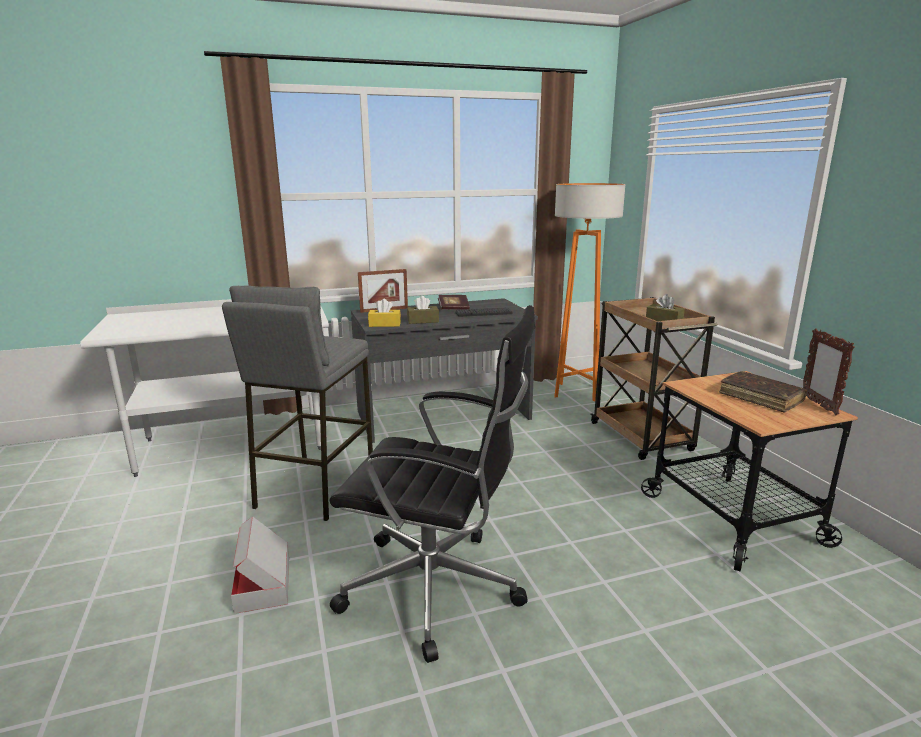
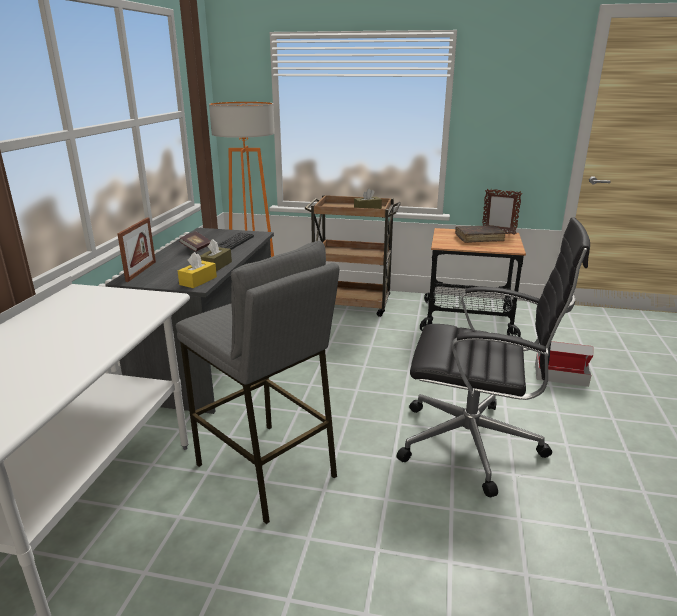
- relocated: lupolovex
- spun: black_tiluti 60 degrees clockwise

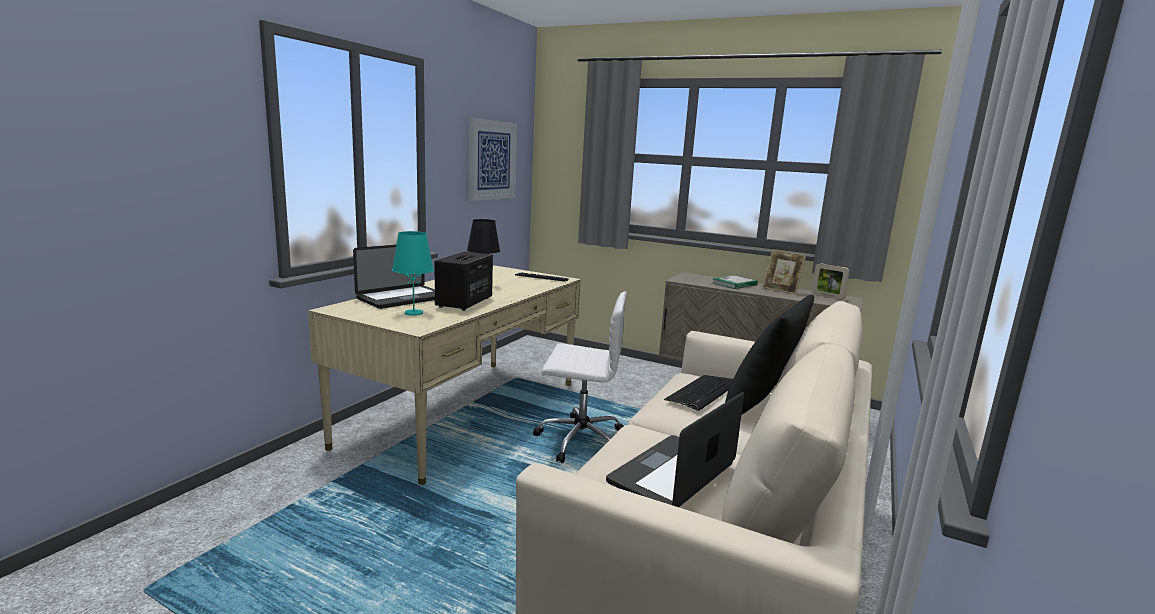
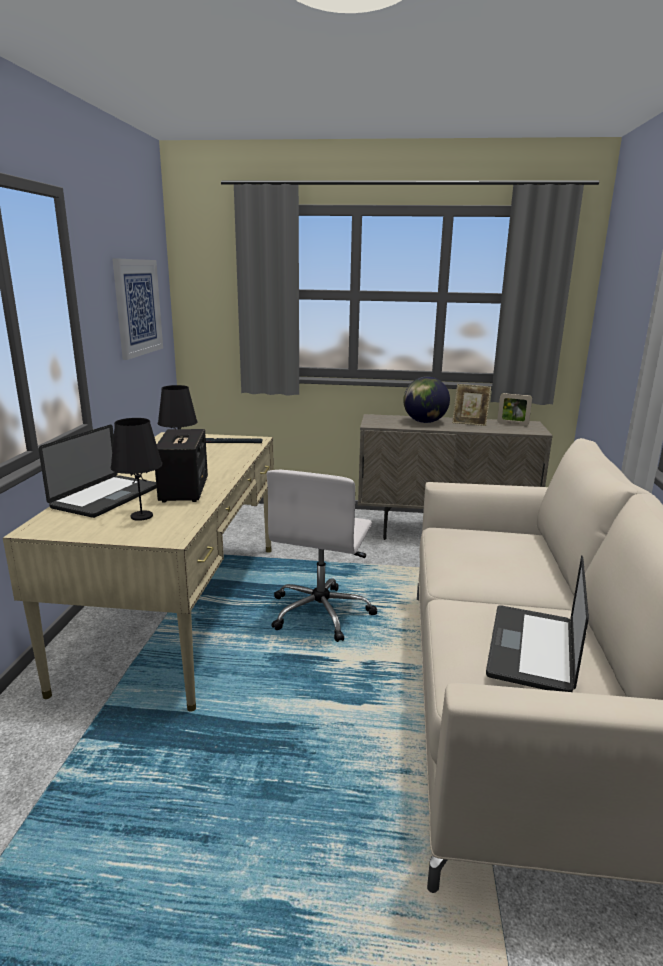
- colour: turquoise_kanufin to black_kanufin (no. 1 from left)
- spun: white_tiluti 120 degrees clockwise
- missing: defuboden (no. 2 from left)
- exchanged: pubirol to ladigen
- missing: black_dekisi

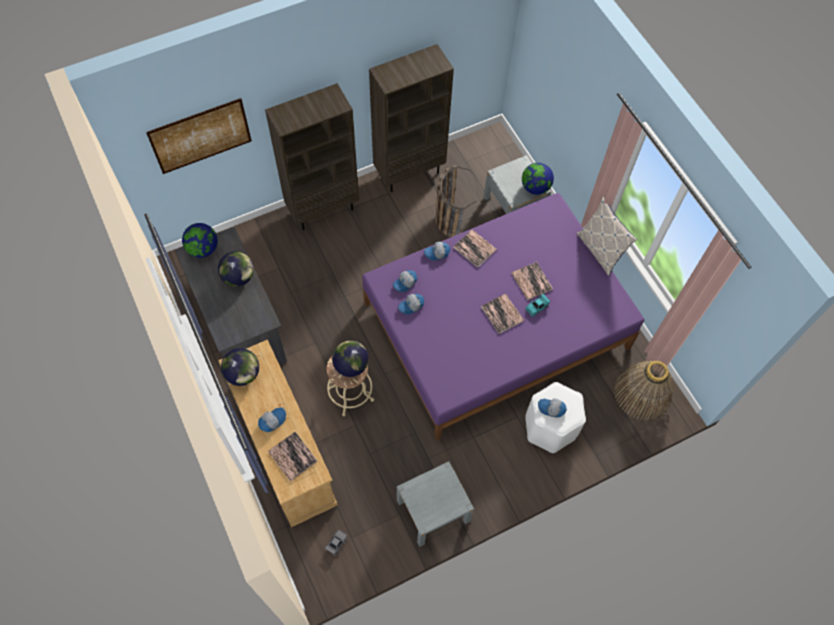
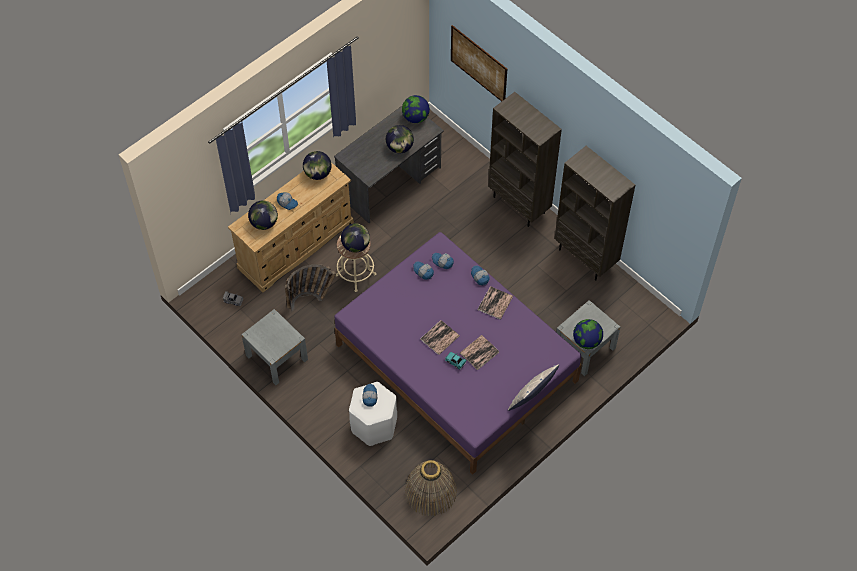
- exchanged: pubirol (no. 1 from left) to ladigen (no. 1 from left)
- relocated: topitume (no. 1 from left)

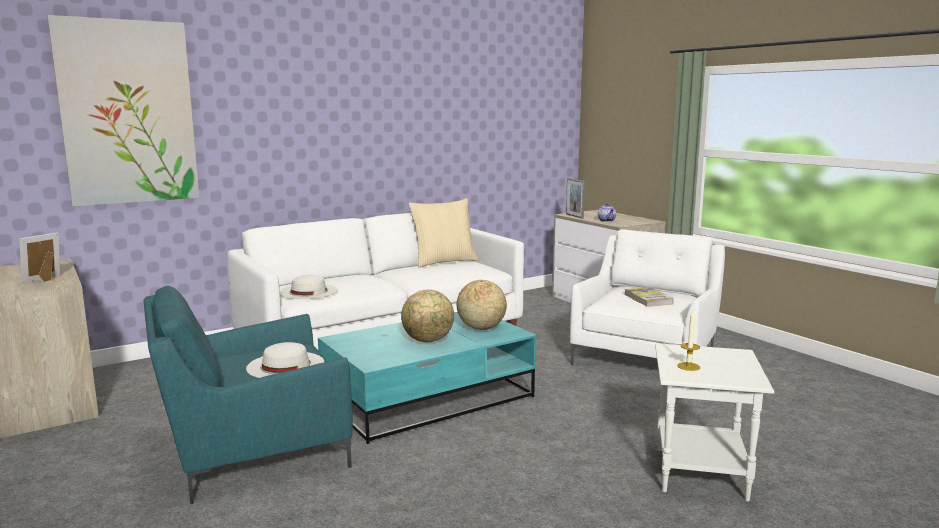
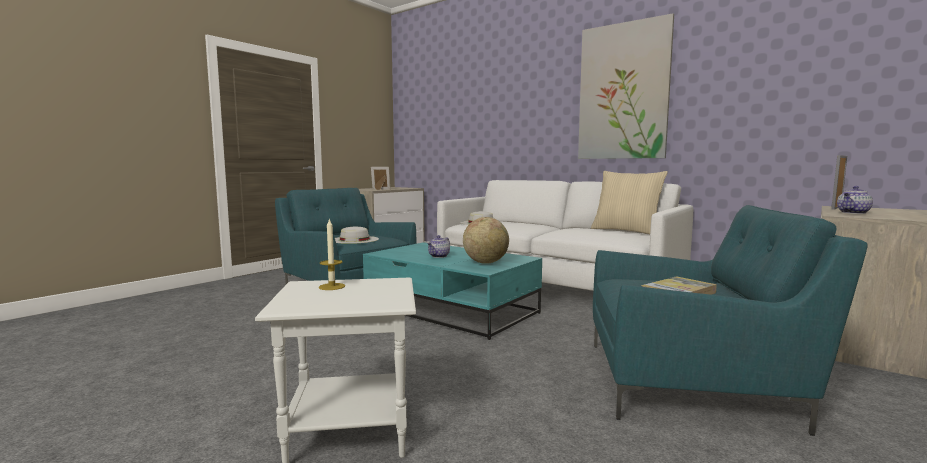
- relocated: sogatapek
- exchanged: ladigen (no. 1 from left) to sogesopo (no. 1 from left)
- colour: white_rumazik to turquoise_rumazik (no. 2 from left)

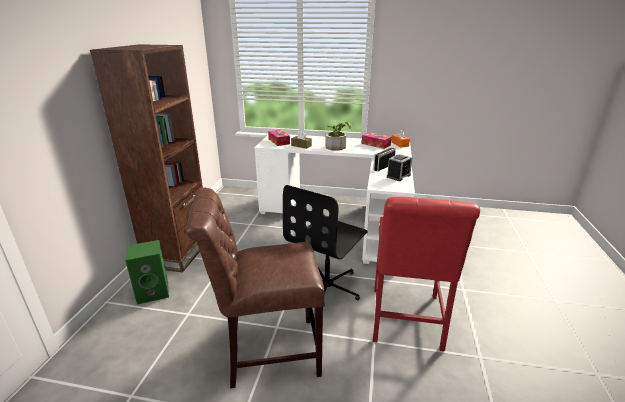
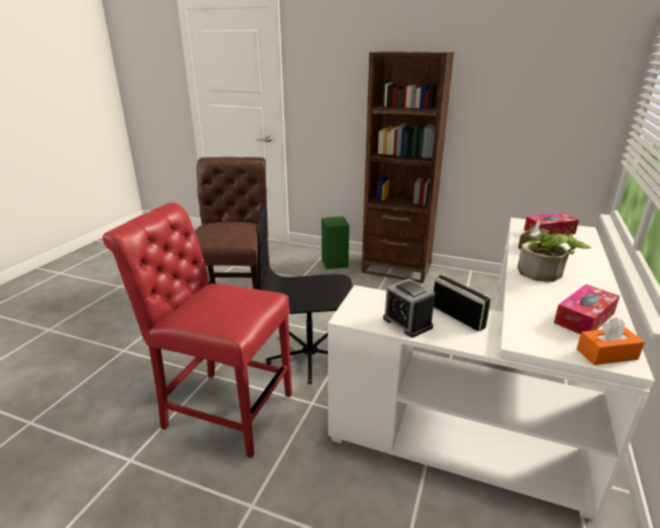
- spun: black_tiluti 45 degrees counterclockwise

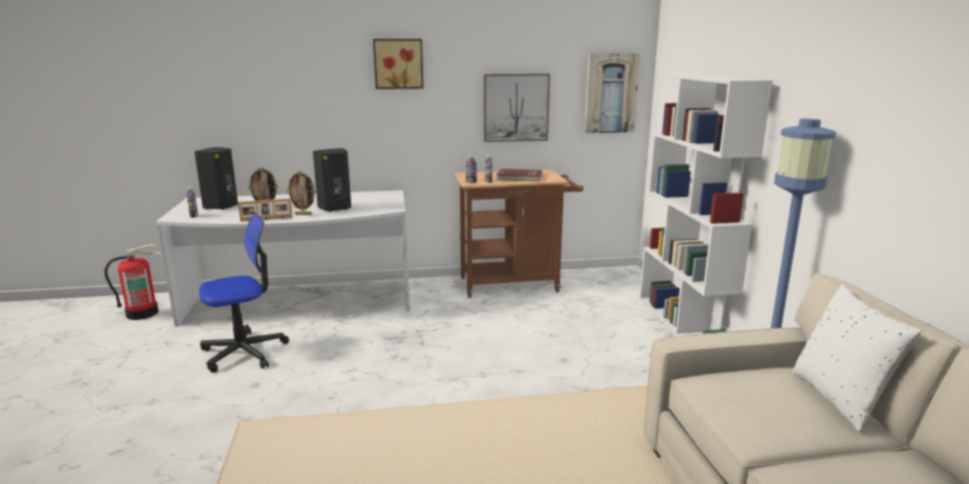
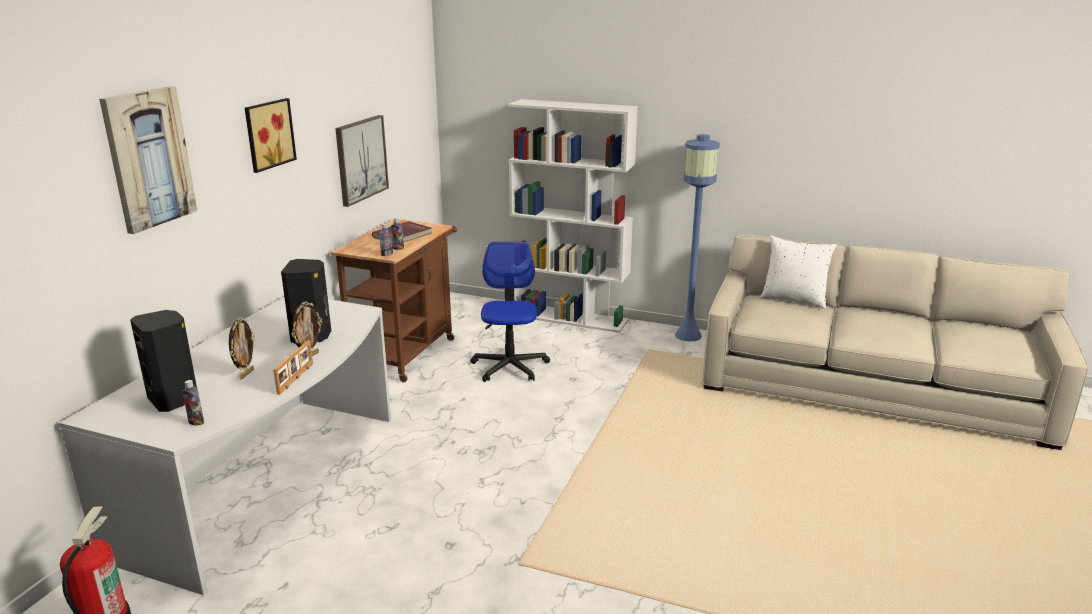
- relocated: tiluti
- relocated: sogatapek (no. 3 from left in the first image) to sogatapek (no. 1 from left)

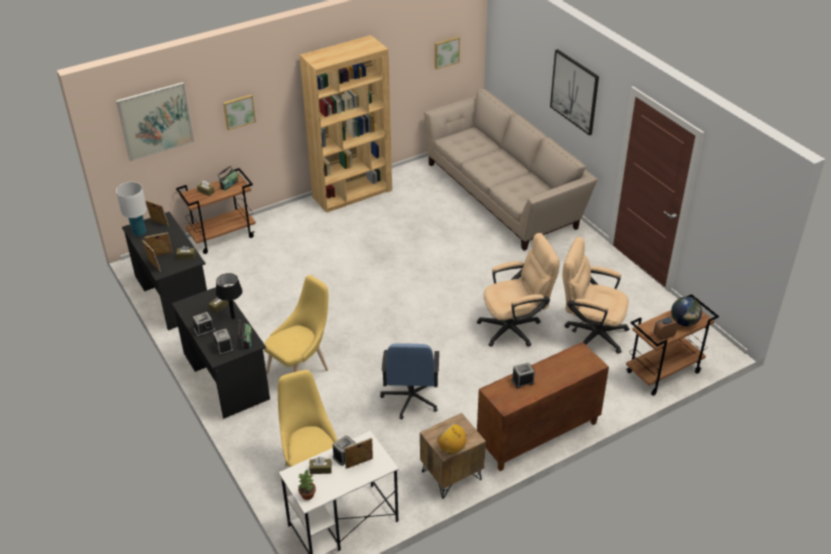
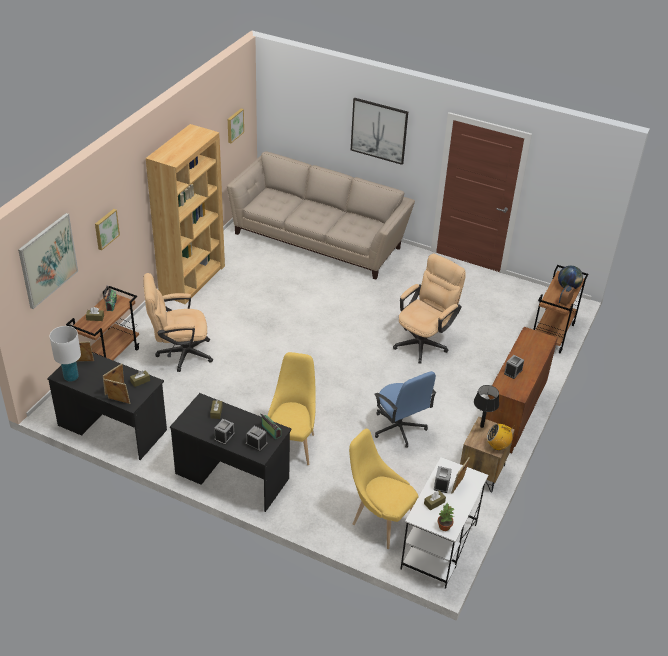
- relocated: black_kanufin
- relocated: beige_tiluti (no. 2 from left in the first image) to beige_tiluti (no. 1 from left)

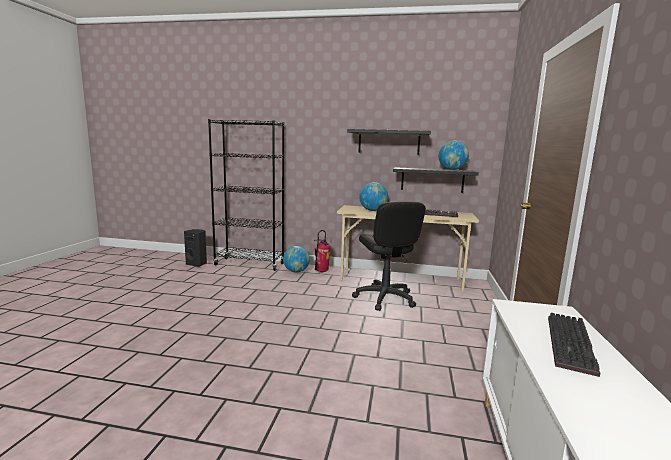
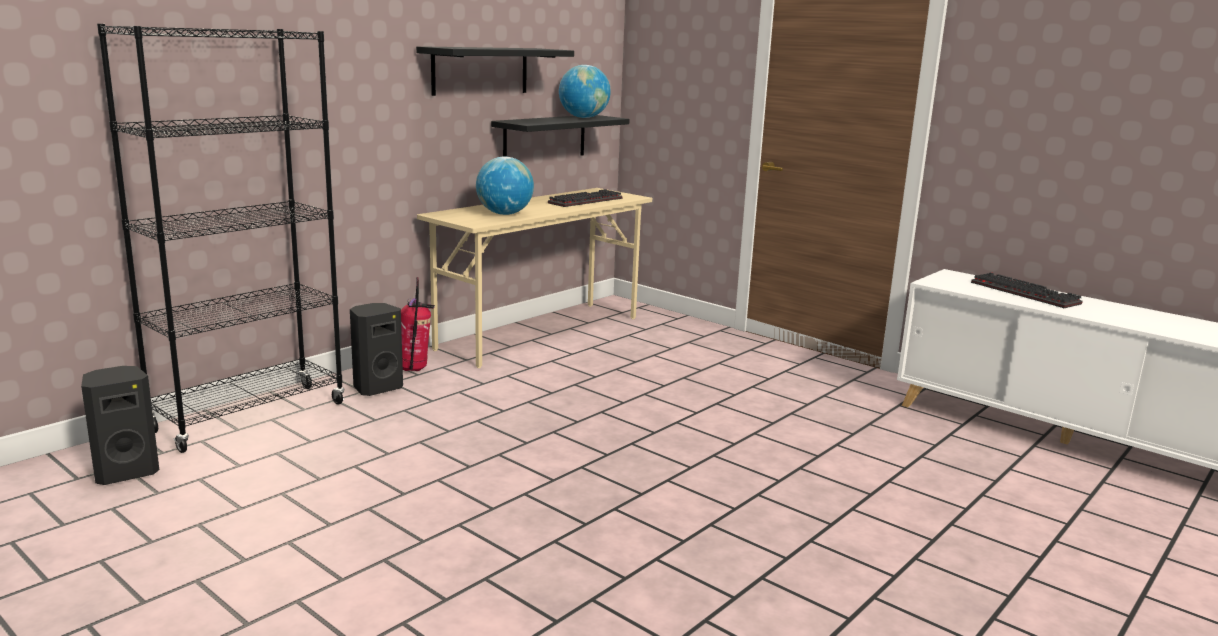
- exchanged: ladigen (no. 1 from left) to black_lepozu (no. 2 from left)
- missing: black_tiluti

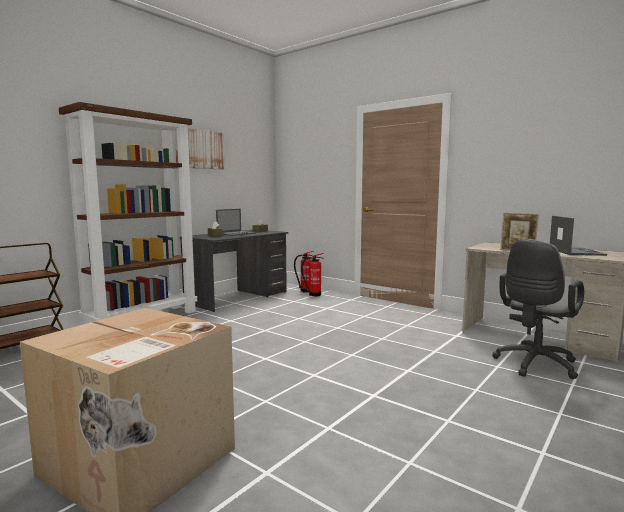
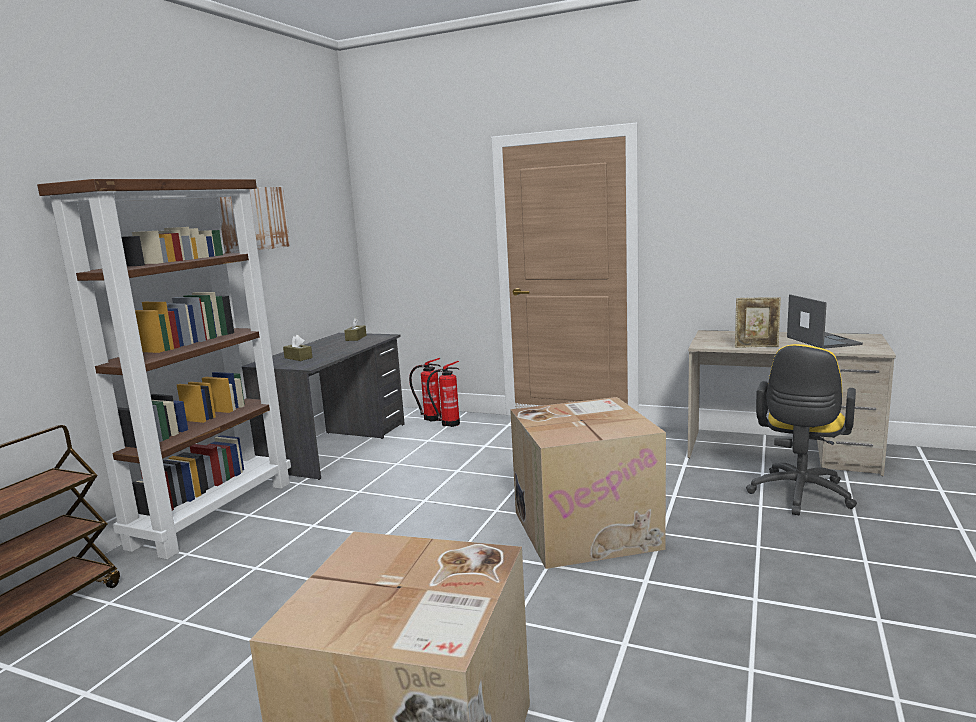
- missing: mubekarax (no. 1 from left)
- colour: grey_tiluti to yellow_tiluti
- appeared: lupolovex (no. 2 from left)

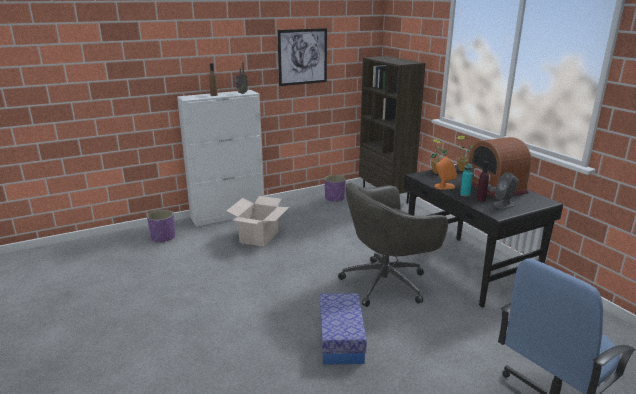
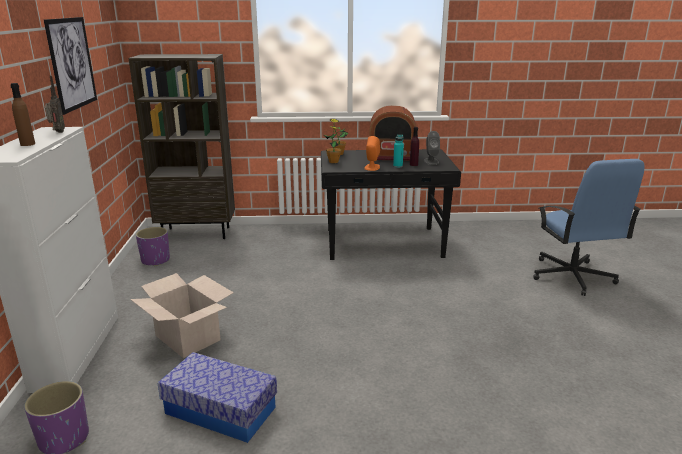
- relocated: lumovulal
- missing: grey_tiluti

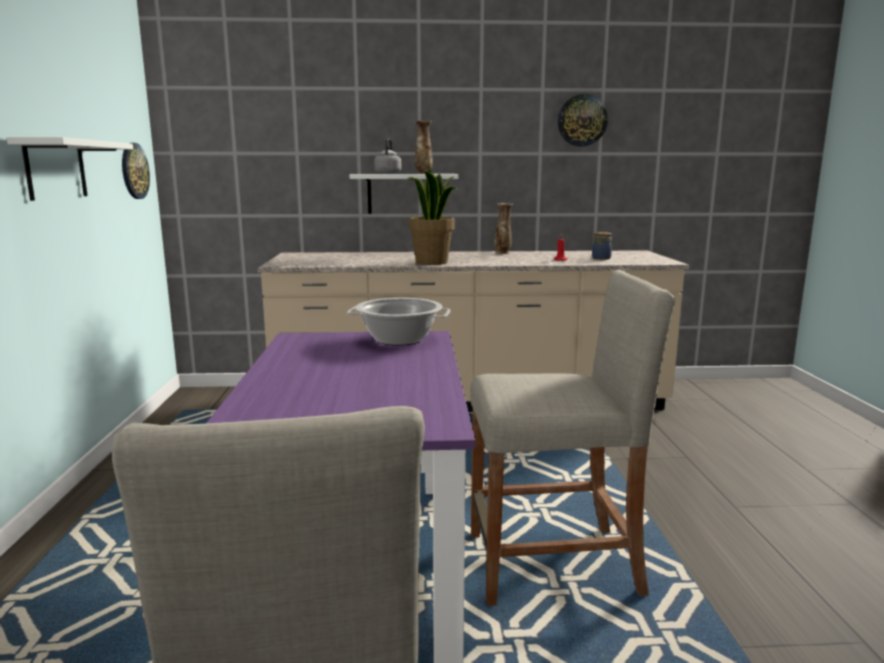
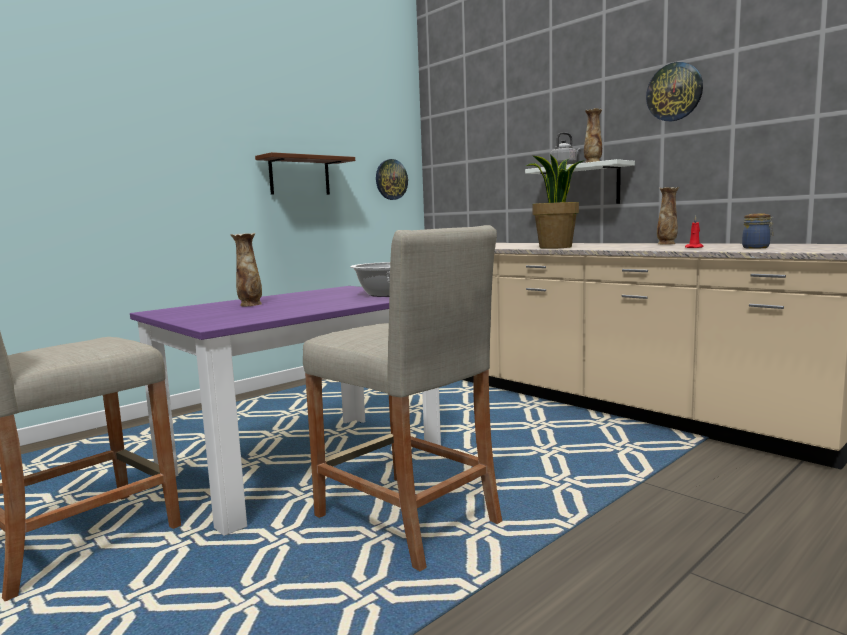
- colour: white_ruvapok (no. 1 from left) to brown_ruvapok
- relocated: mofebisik (no. 2 from left)
- appeared: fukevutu (no. 1 from left)

